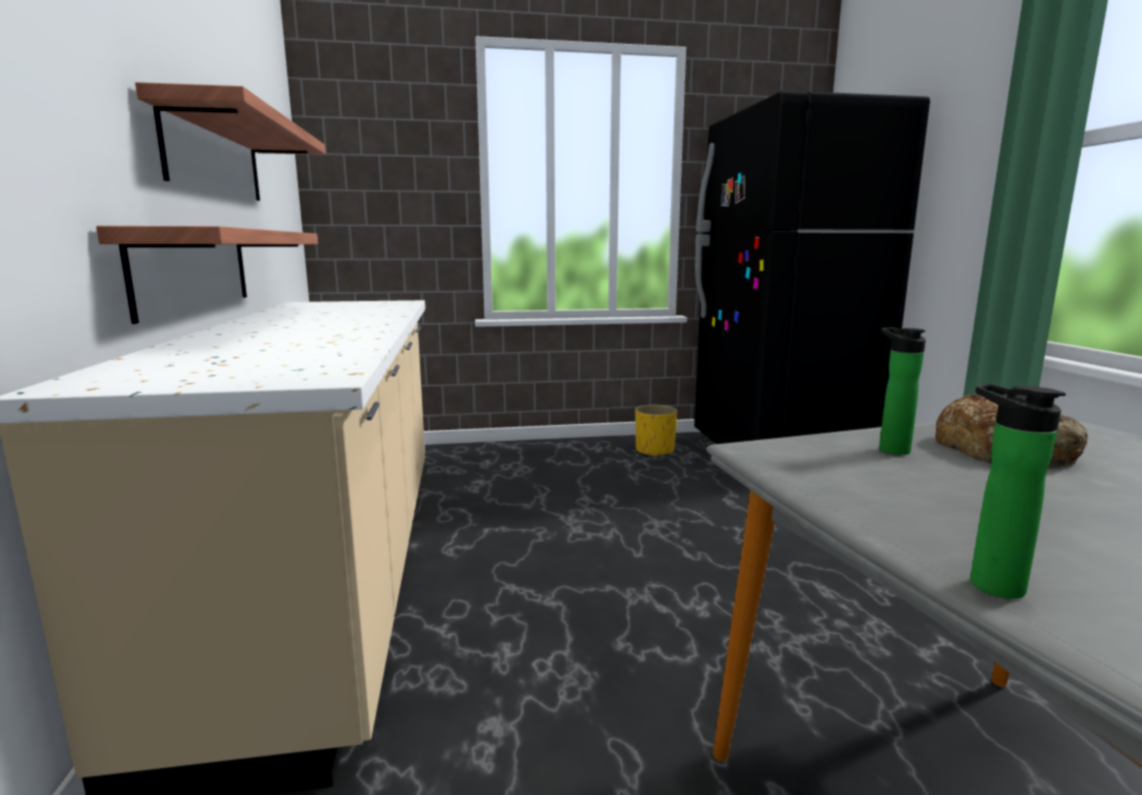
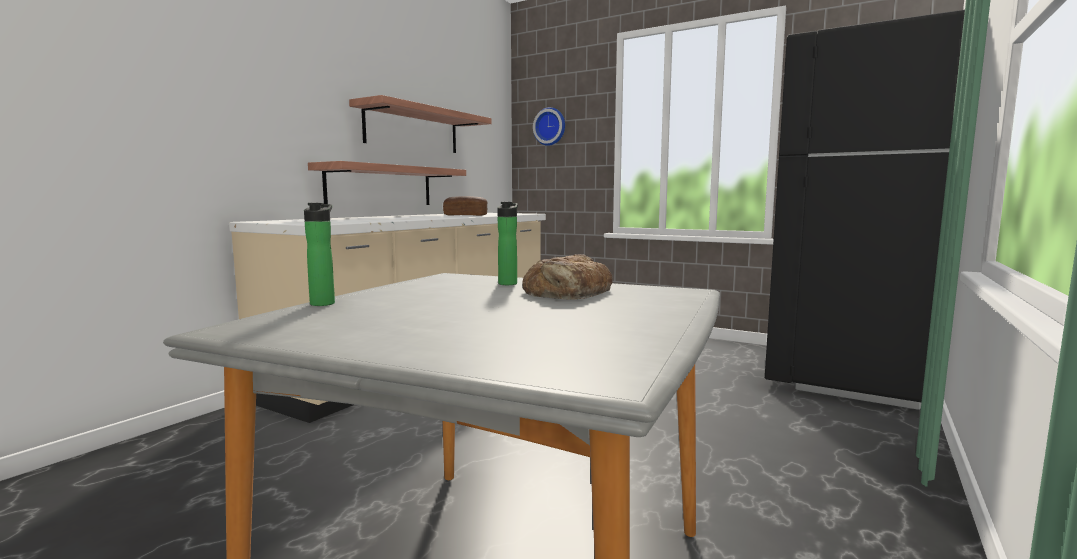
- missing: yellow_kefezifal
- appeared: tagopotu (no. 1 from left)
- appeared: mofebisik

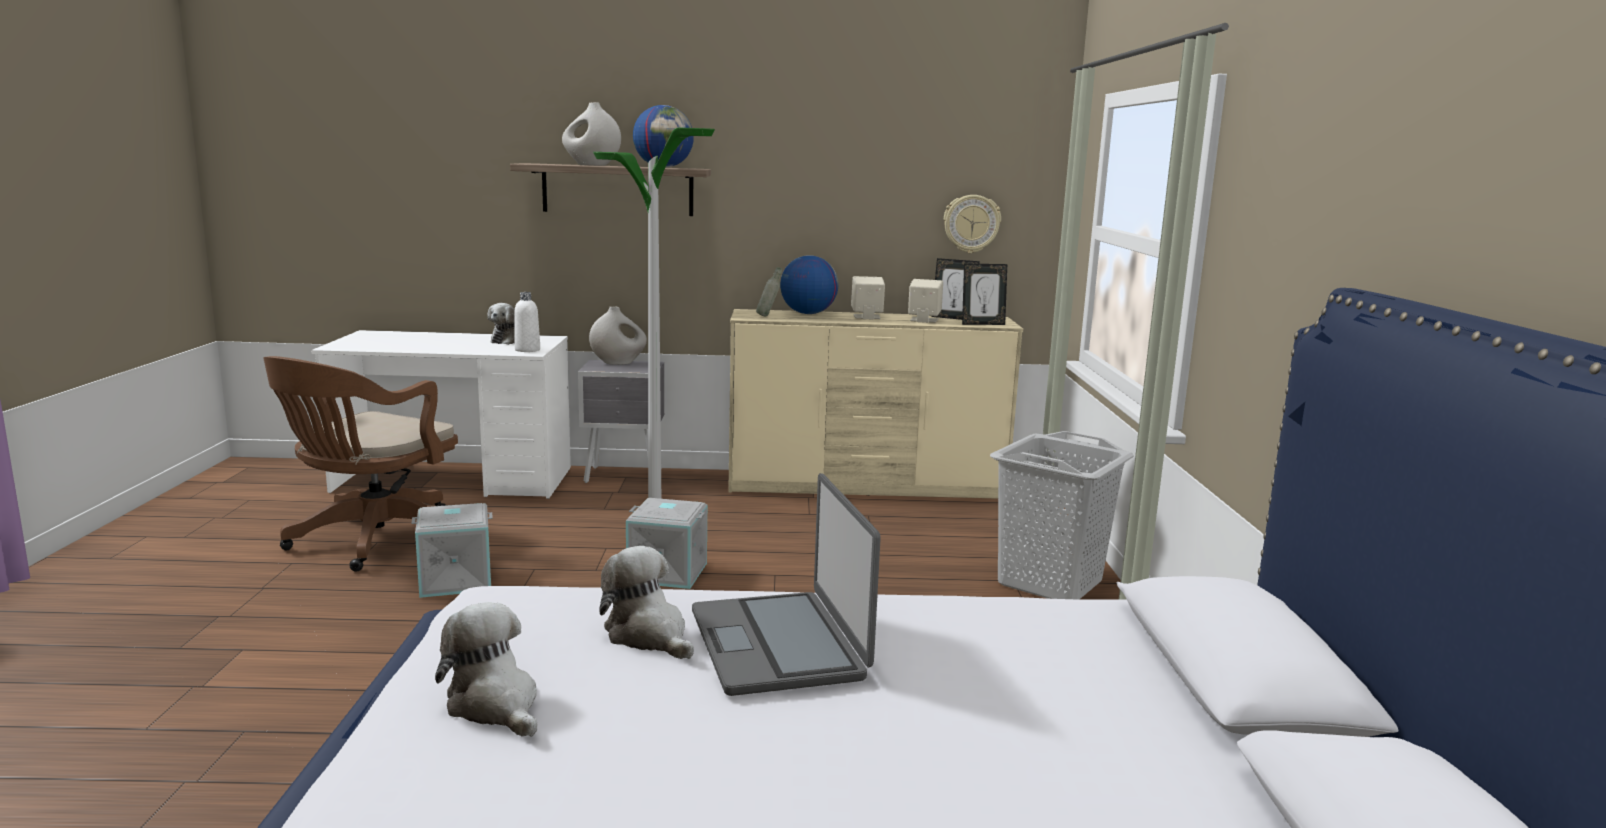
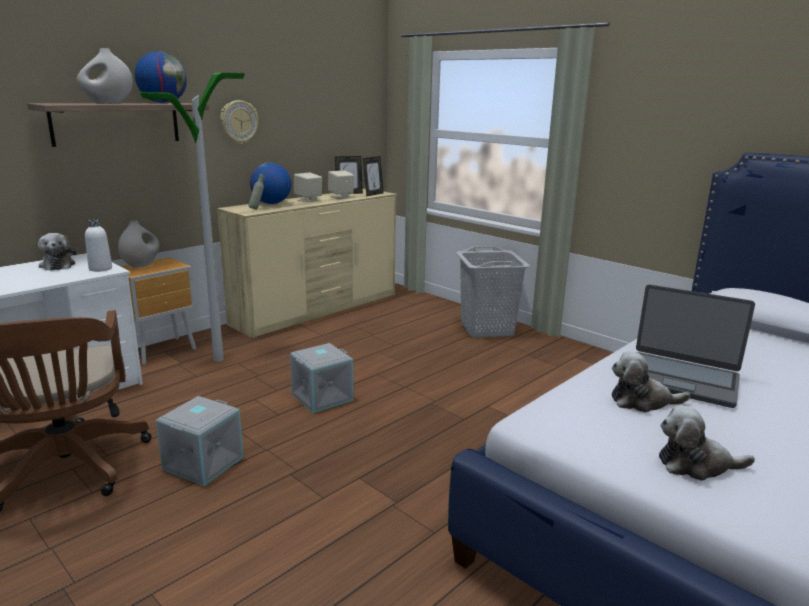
- colour: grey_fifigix to brown_fifigix
- relocated: mofebisik

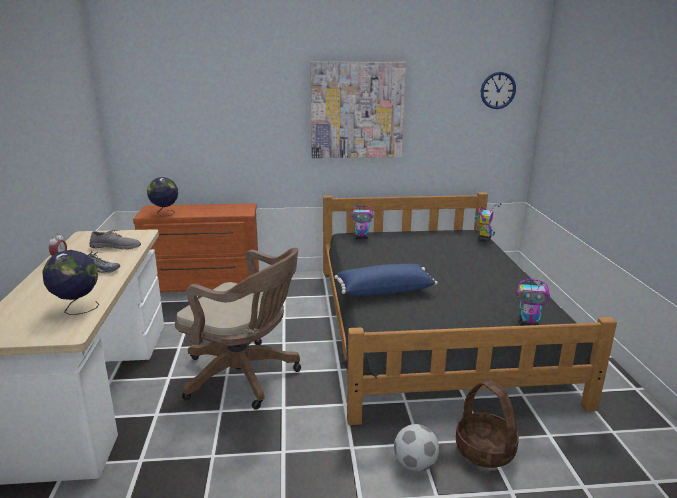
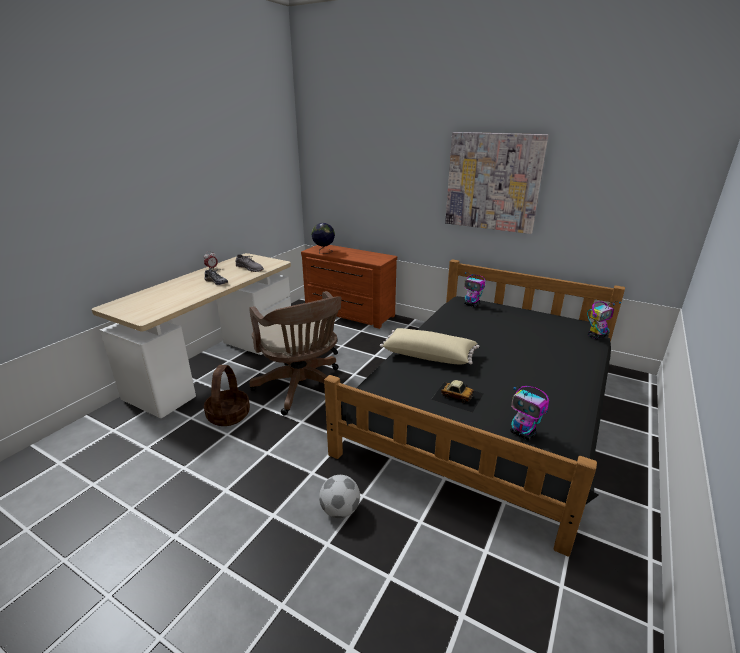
- missing: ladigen (no. 1 from left)
- colour: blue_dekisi to beige_dekisi
- relocated: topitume
- missing: mofebisik
- appeared: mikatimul

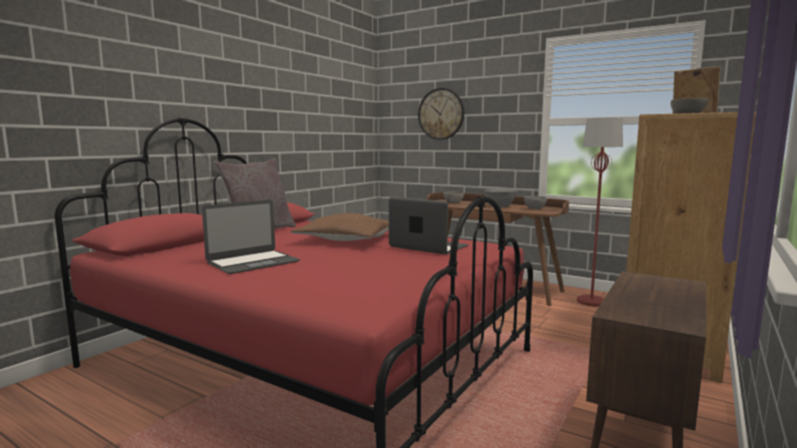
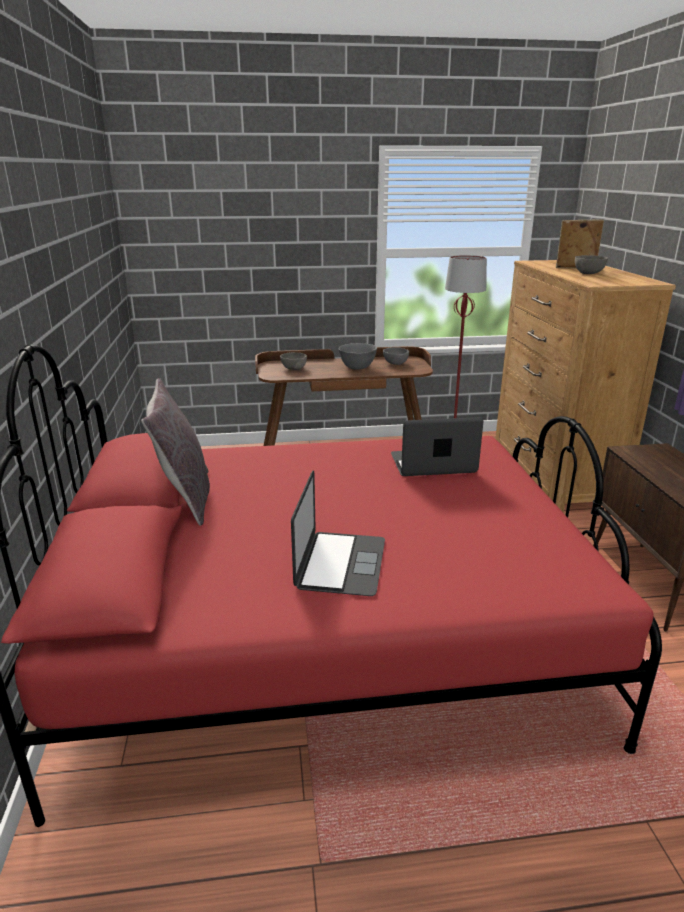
- missing: brown_dekisi
- missing: mofebisik

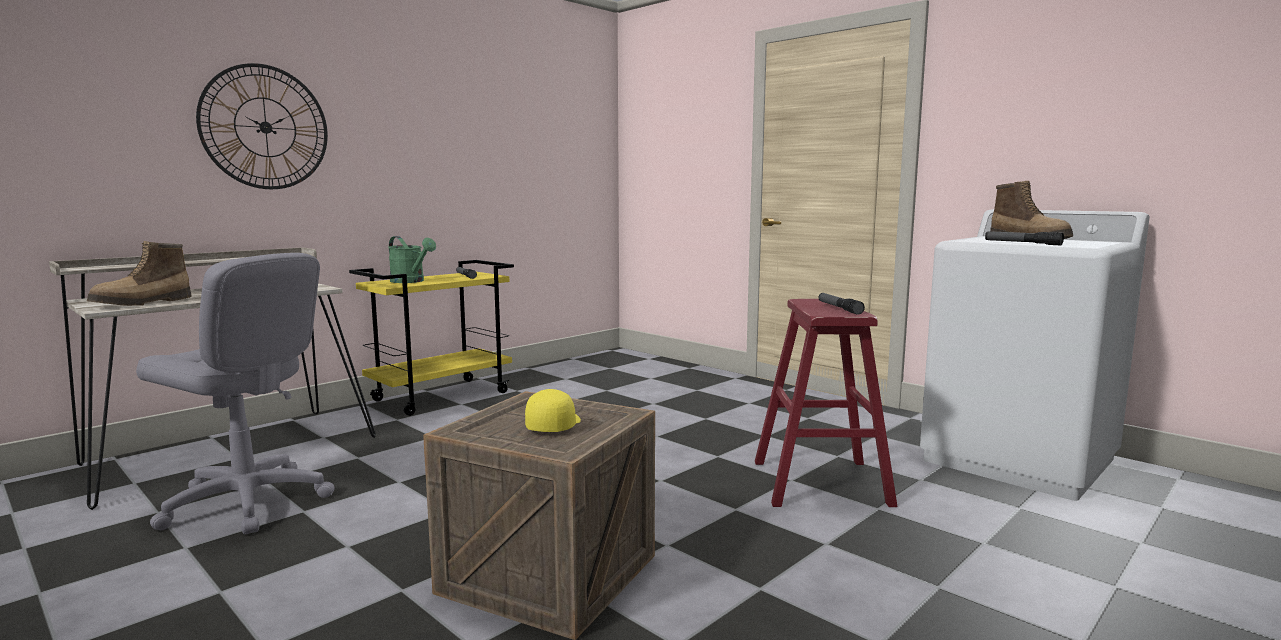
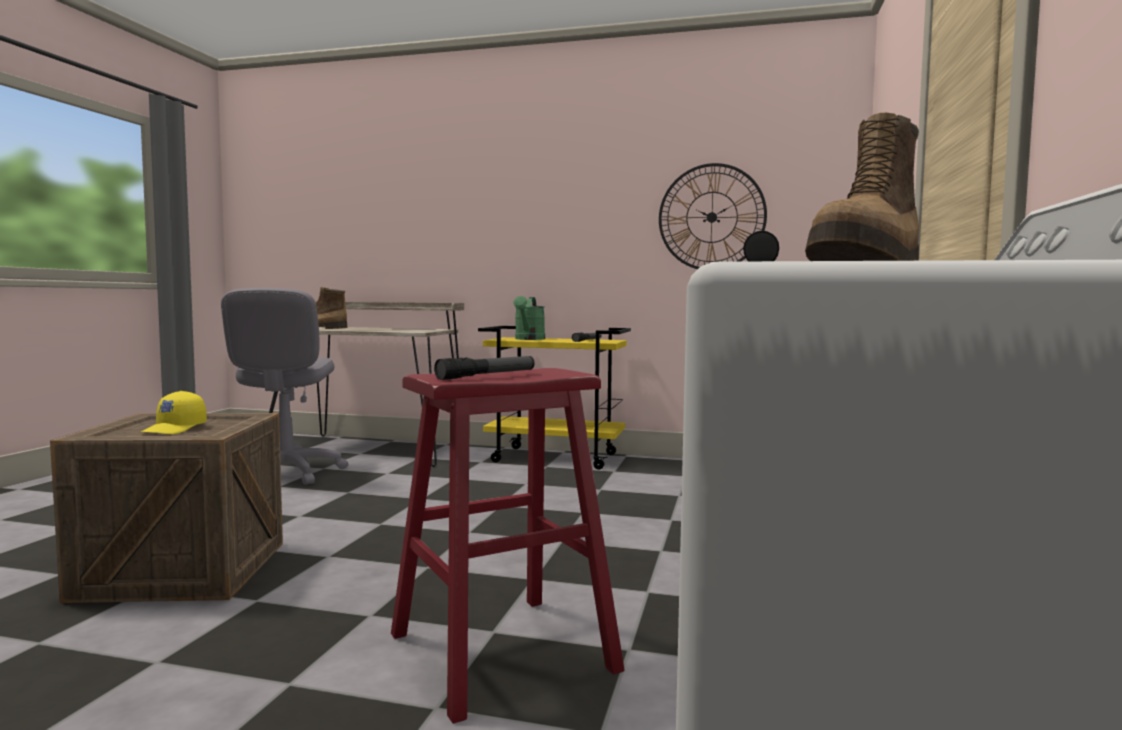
- relocated: mofebisik
- spun: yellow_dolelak 120 degrees clockwise

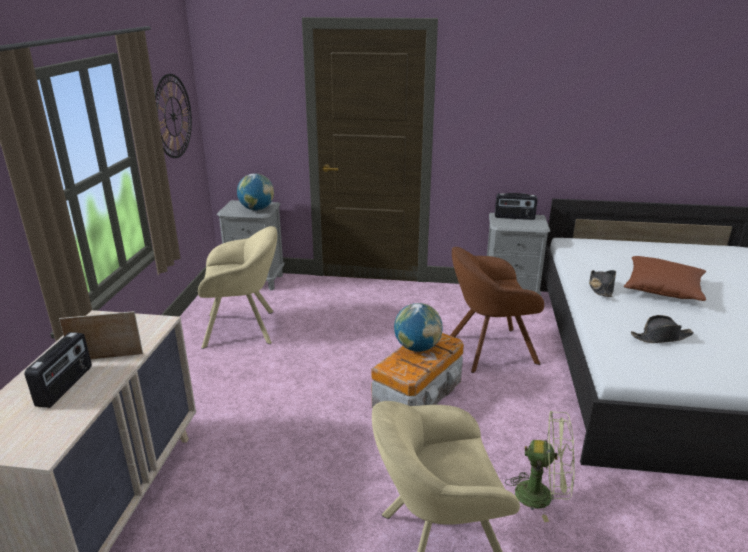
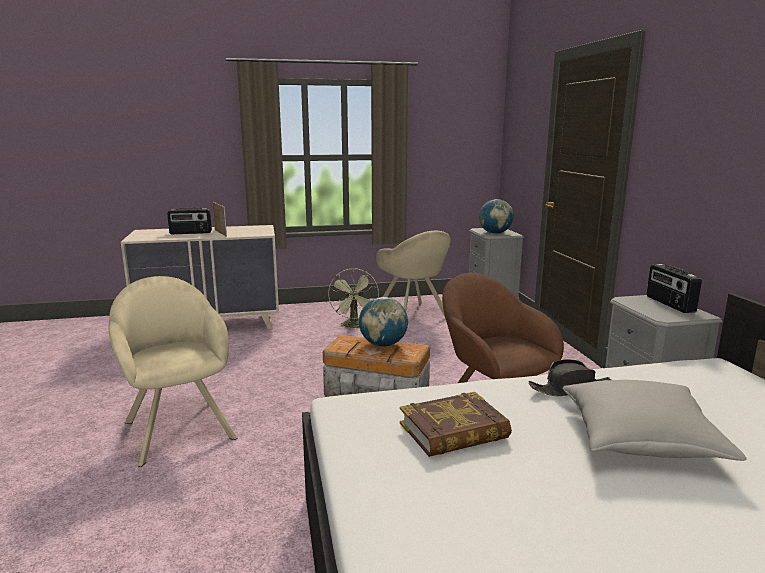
- missing: mofebisik
- relocated: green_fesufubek
- colour: brown_dekisi to grey_dekisi
- exchanged: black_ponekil (no. 2 from left) to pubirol

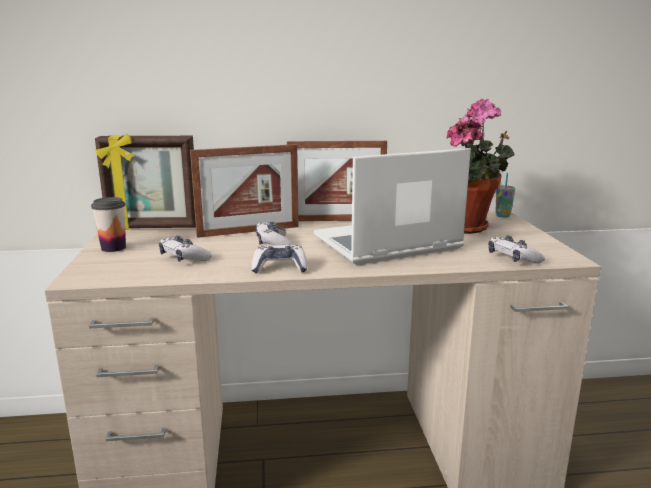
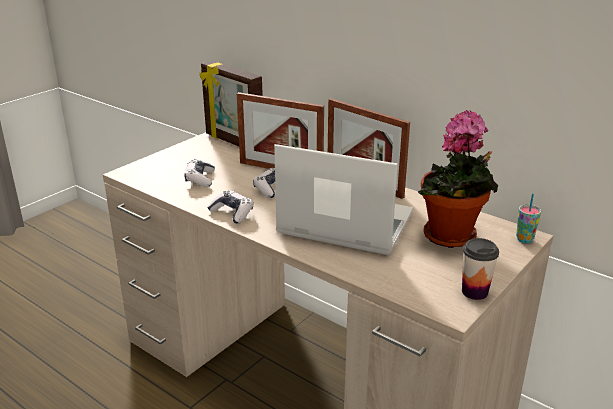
- relocated: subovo (no. 1 from left)
- missing: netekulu (no. 4 from left)

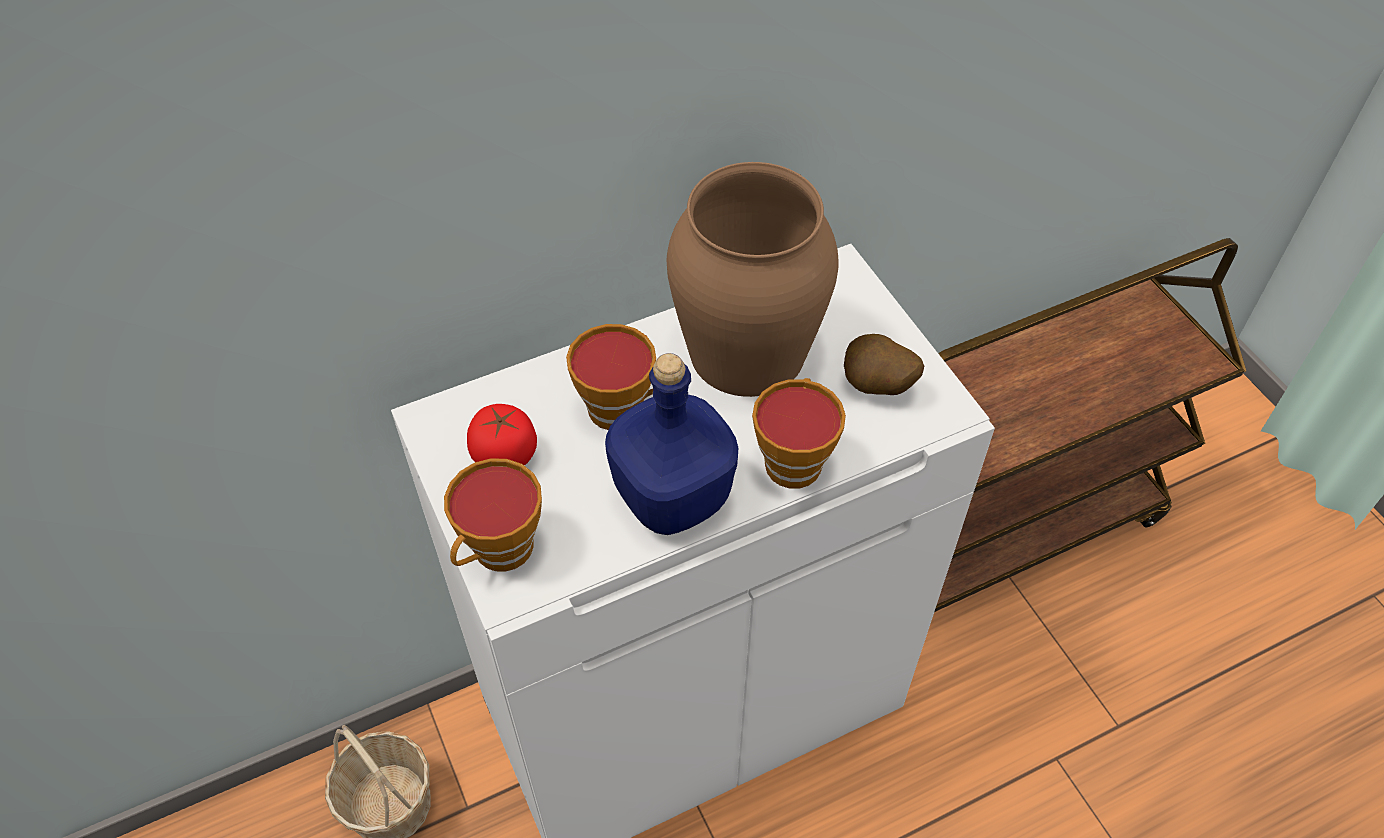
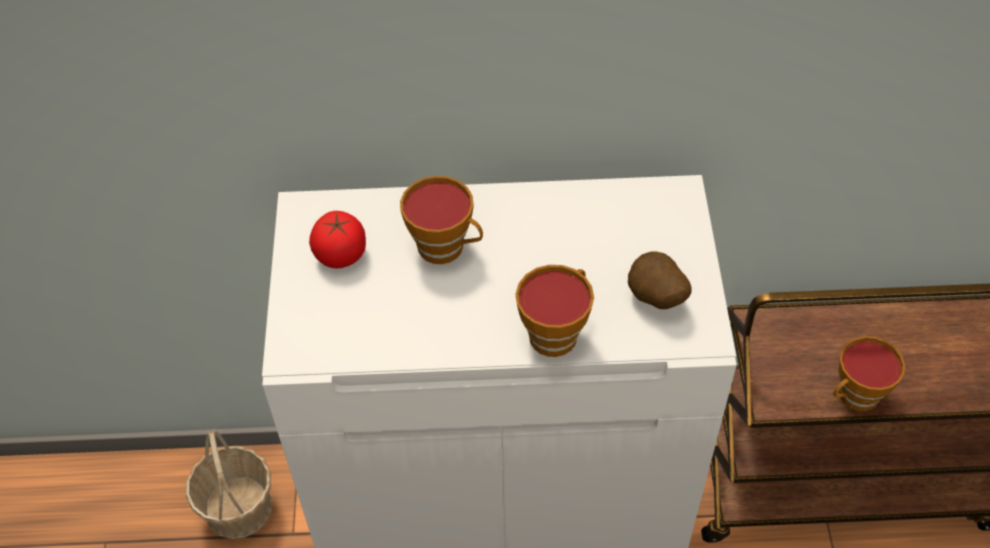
- relocated: subovo (no. 1 from left in the first image) to subovo (no. 3 from left)
- missing: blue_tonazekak
- missing: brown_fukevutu

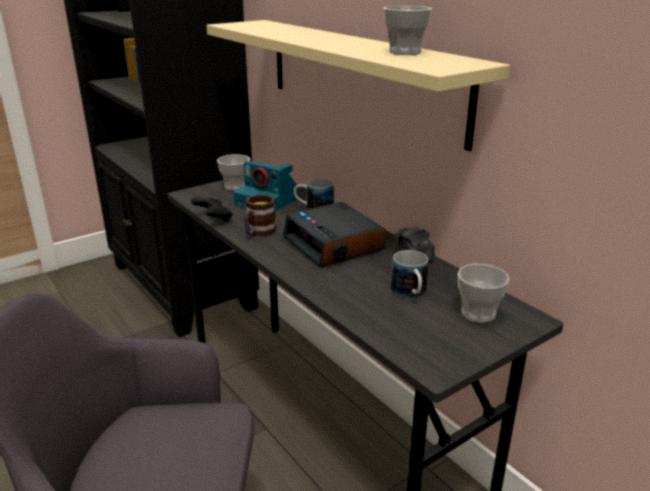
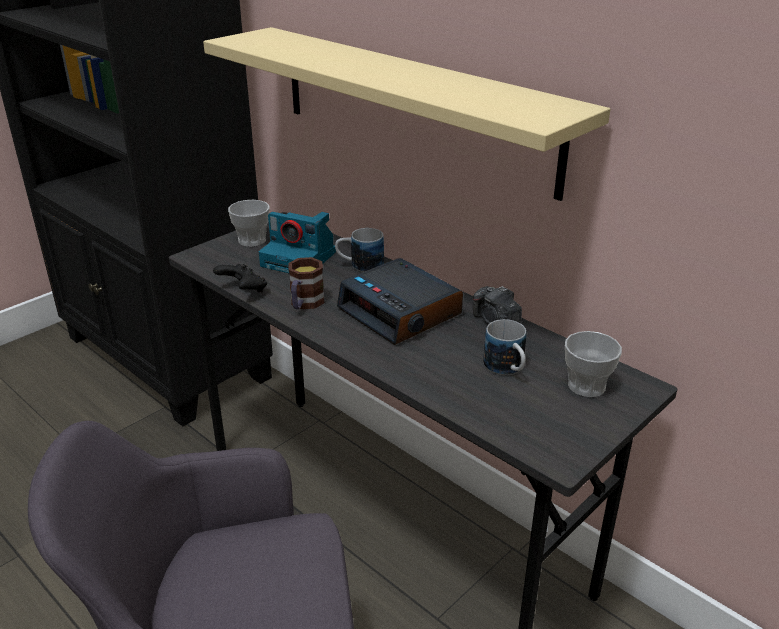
- missing: subovo (no. 2 from left)

